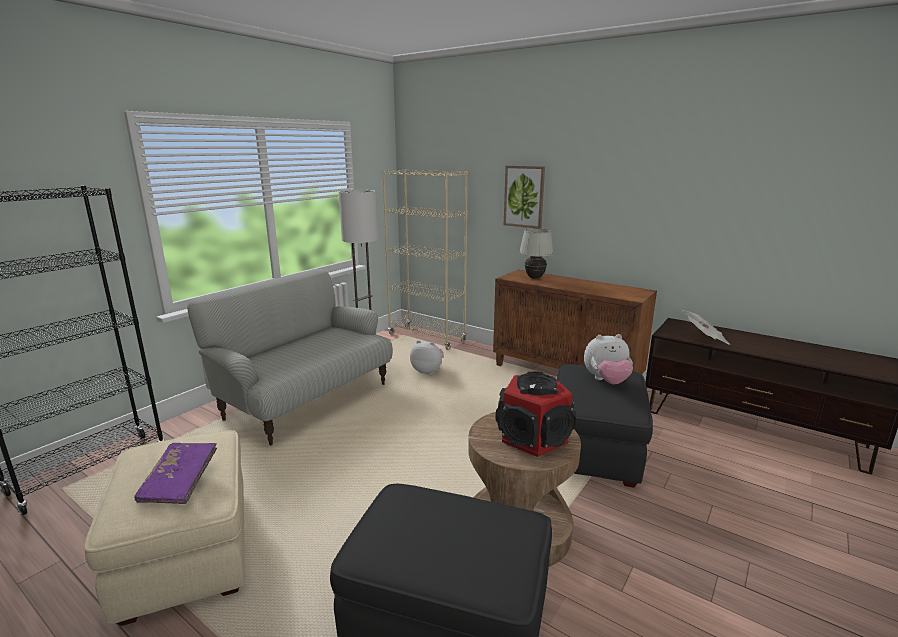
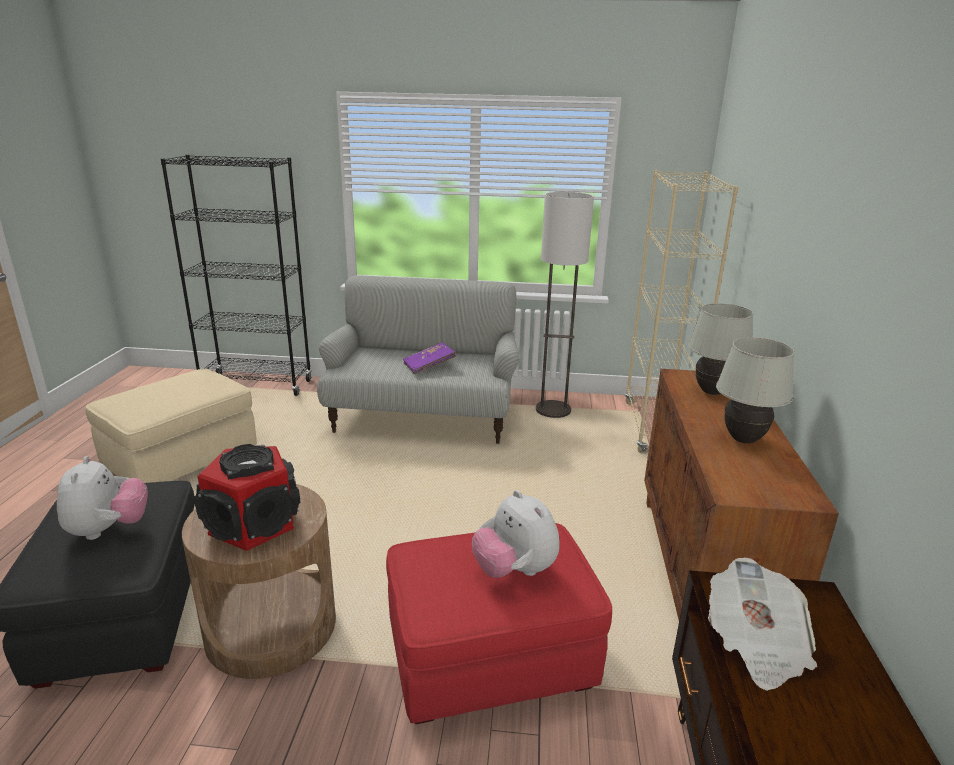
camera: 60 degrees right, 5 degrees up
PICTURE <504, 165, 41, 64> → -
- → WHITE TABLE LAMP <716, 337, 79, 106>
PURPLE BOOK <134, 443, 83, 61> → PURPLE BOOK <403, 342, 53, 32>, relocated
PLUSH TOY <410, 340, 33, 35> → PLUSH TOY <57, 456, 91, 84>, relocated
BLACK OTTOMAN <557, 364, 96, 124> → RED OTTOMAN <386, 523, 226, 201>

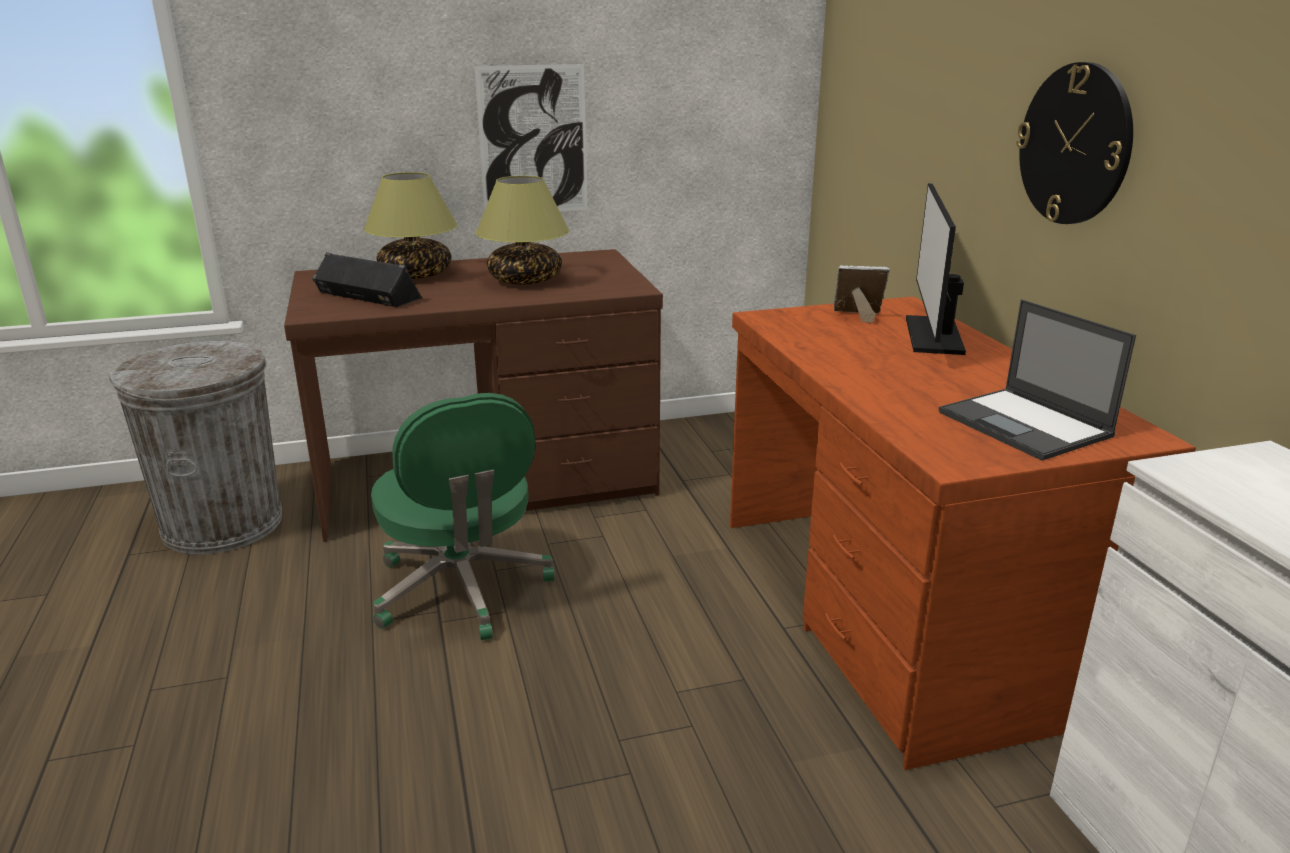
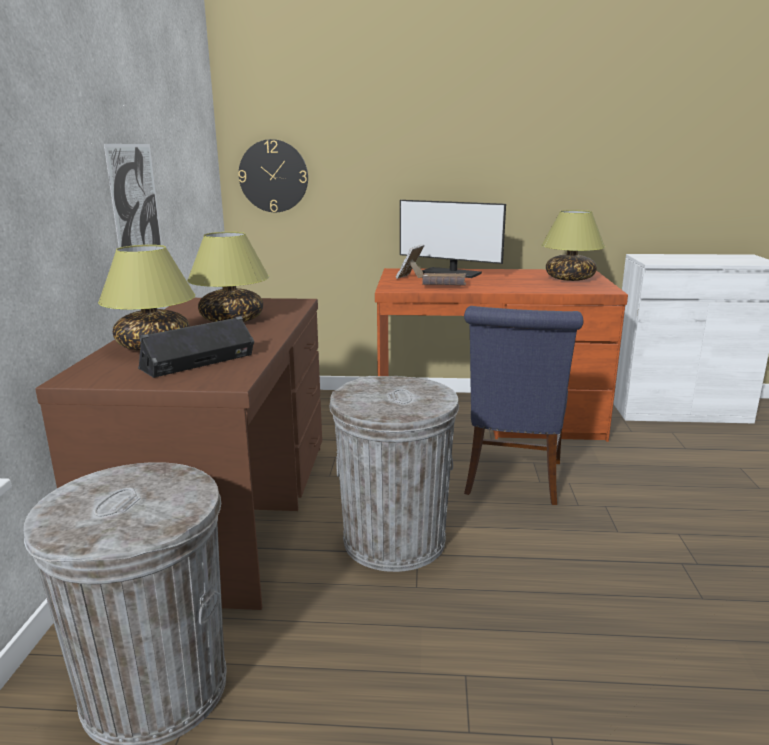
camera: 70 degrees left, 5 degrees down
- → BROWN BOOK <422, 273, 44, 13>
- → BLUE CHAIR <464, 306, 120, 199>
WALL CLOCK <1016, 62, 117, 162> → WALL CLOCK <238, 139, 70, 73>, relocated
GREEN OFFICE CHAIR <371, 393, 184, 247> → GREY TRASH CAN <329, 376, 130, 196>
LAPTOP <939, 299, 197, 162> → TABLE LAMP <542, 210, 63, 71>

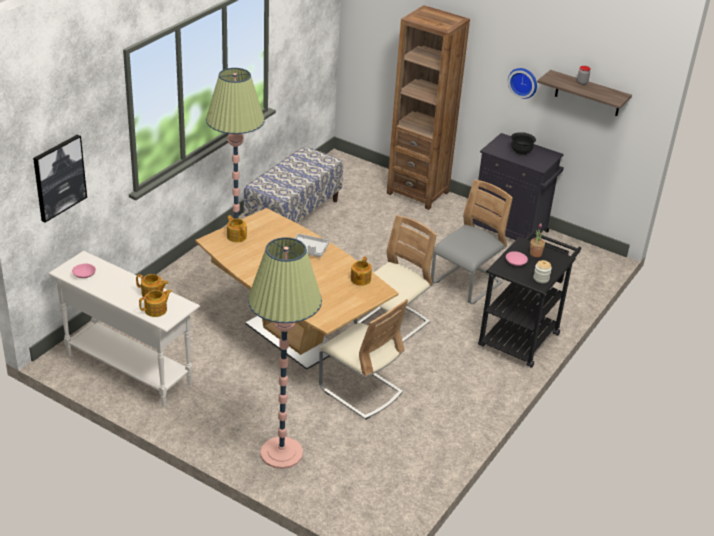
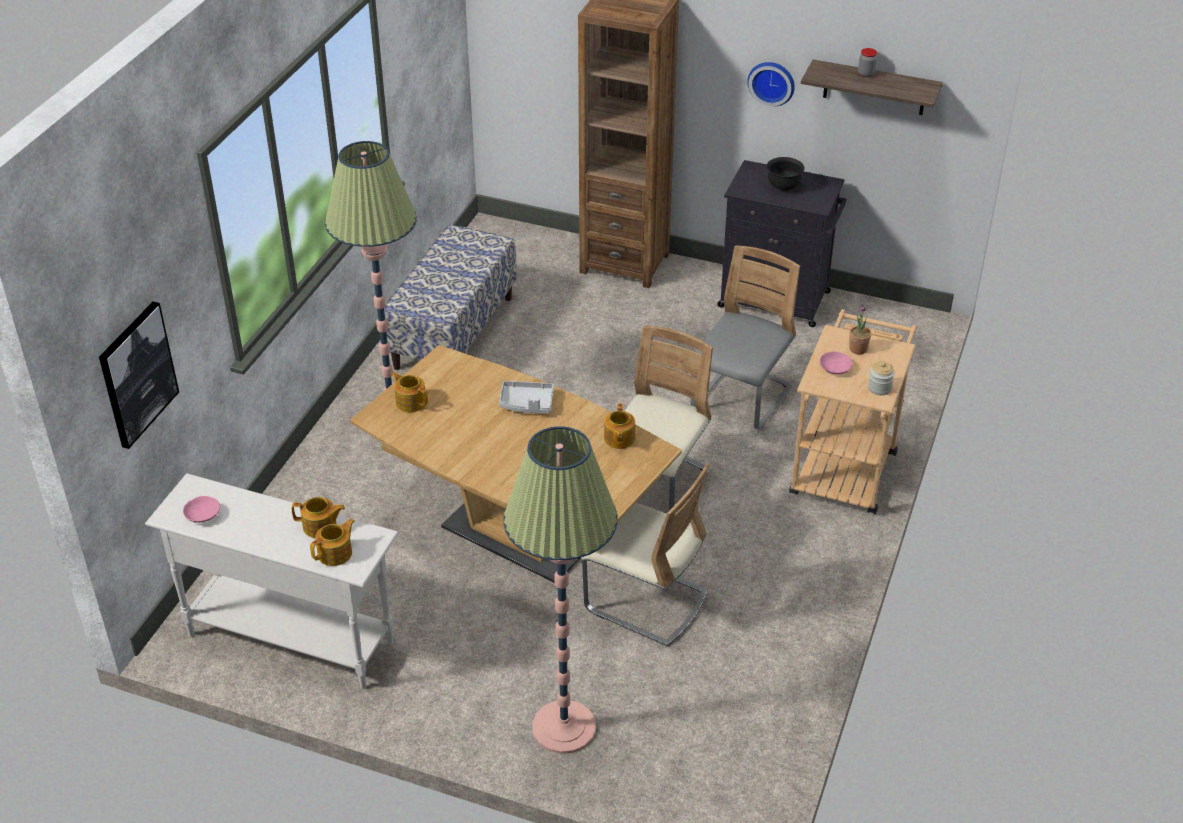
camera: 10 degrees left, 5 degrees up
BLACK CART <478, 230, 103, 138> → BEIGE CART <789, 309, 127, 205>

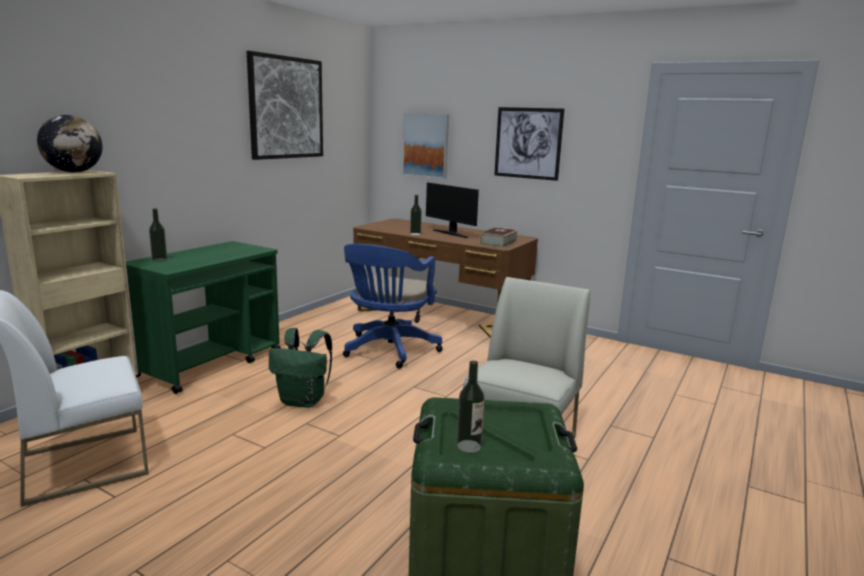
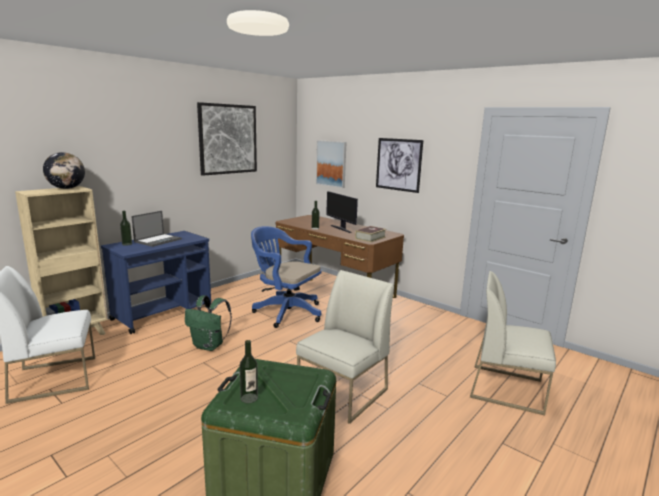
camera: 10 degrees right, 0 degrees up
- → LAPTOP <131, 211, 51, 36>
- → WHITE CHAIR <470, 271, 86, 144>
GREEN CART <126, 241, 155, 153> → BLUE CART <101, 231, 110, 103>
BLUE OFFICE CHAIR <343, 244, 99, 124> → BLUE OFFICE CHAIR <251, 226, 71, 102>, 90 degrees clockwise

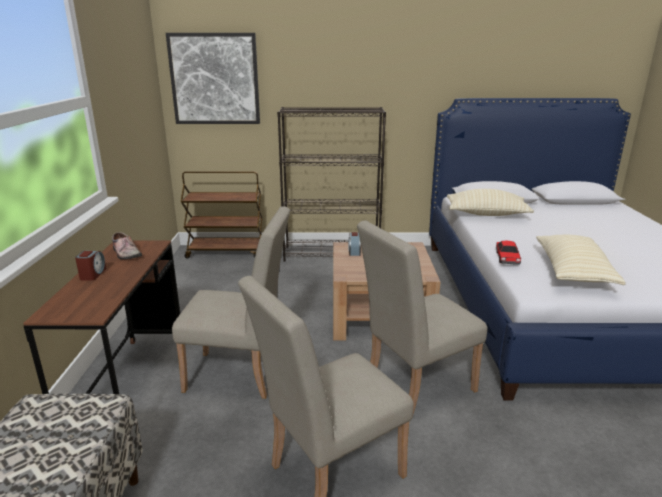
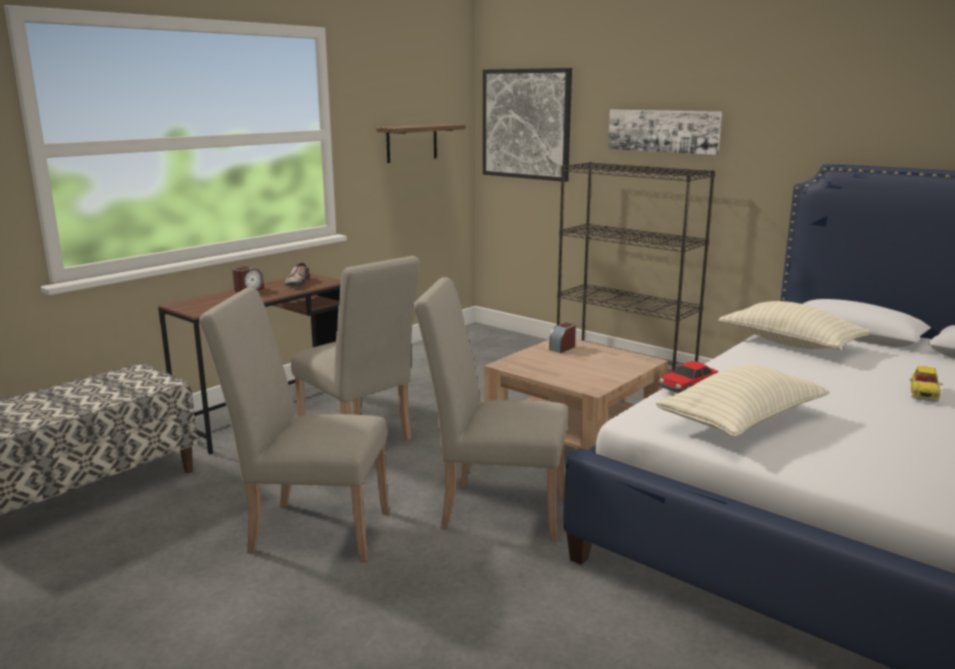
camera: 40 degrees right, 5 degrees down
BROWN CART <181, 171, 81, 88> → -
- → SHELF <377, 124, 89, 39>
- → PICTURE <608, 110, 114, 45>
- → TOY CAR <909, 366, 34, 36>

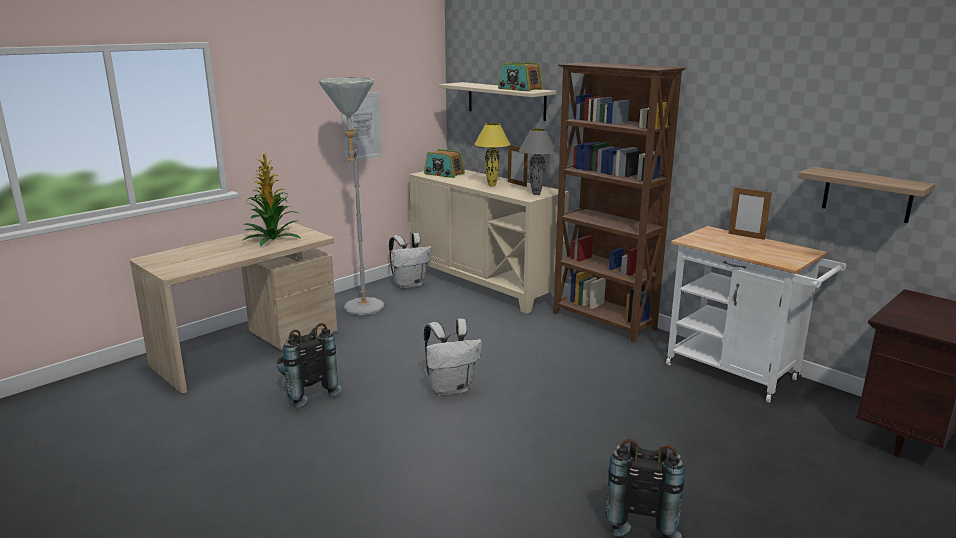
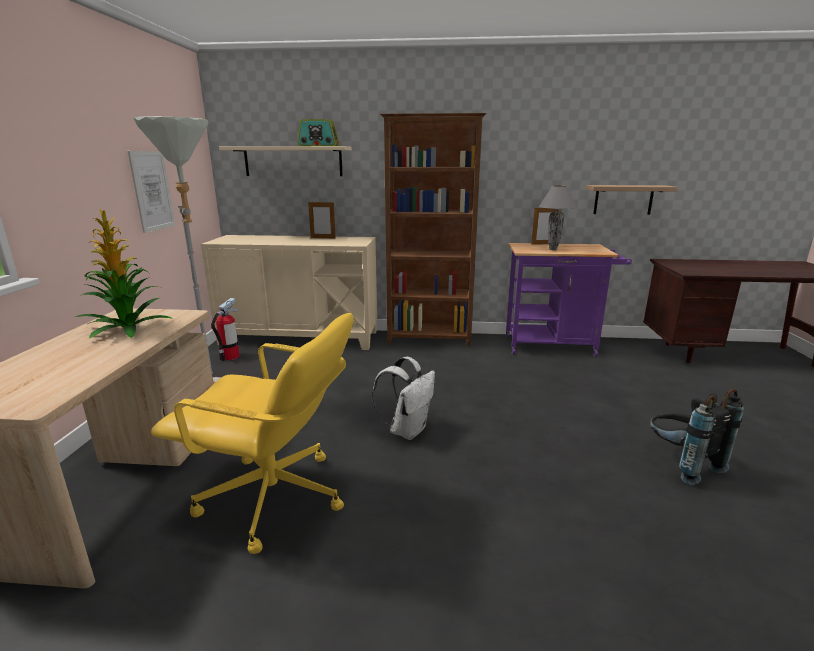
camera: 40 degrees left, 0 degrees up
RADIO <424, 149, 41, 29> → -
YELLOW TABLE LAMP <475, 123, 35, 64> → -
GREY TABLE LAMP <519, 128, 38, 67> → GREY TABLE LAMP <539, 186, 38, 64>, relocated
BLACK BACKPACK <276, 323, 65, 85> → YELLOW OFFICE CHAIR <151, 313, 203, 241>
WHITE BACKPACK <389, 233, 42, 56> → FIRE EXTINGUISHER <211, 298, 28, 63>
WHITE CART <666, 226, 180, 177> → PURPLE CART <506, 243, 126, 114>

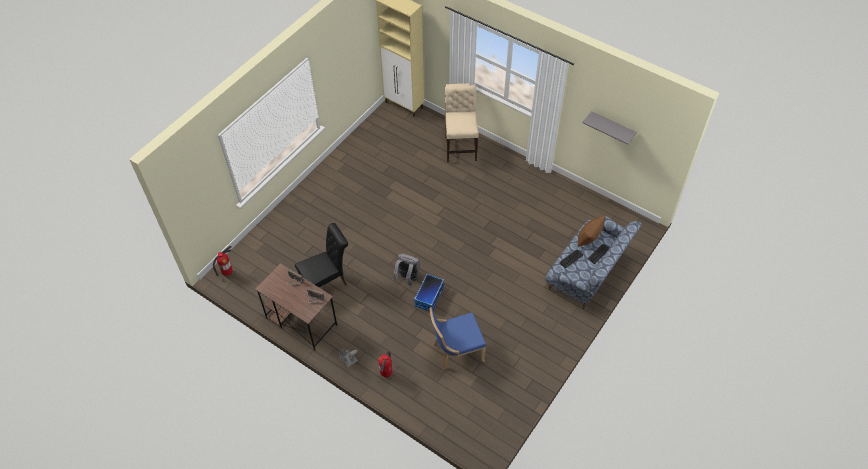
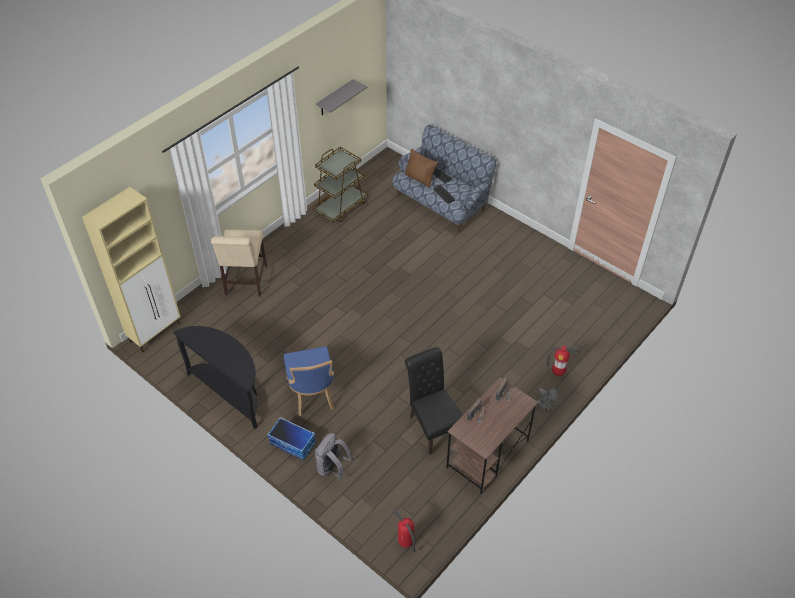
camera: 85 degrees left, 5 degrees down
- → BLACK CONSOLE TABLE <173, 326, 85, 103>
- → BROWN CART <313, 147, 55, 75>
GREY BACKPACK <392, 254, 27, 33> → GREY BACKPACK <315, 433, 39, 46>, relocated
STORAGE BOX <414, 274, 30, 37> → STORAGE BOX <267, 417, 49, 43>, relocated
BLUE CHAIR <429, 307, 57, 63> → BLUE CHAIR <284, 346, 50, 70>, relocated
BEIGE CHAIR <445, 83, 34, 79> → BEIGE CHAIR <211, 229, 56, 68>, 90 degrees counterclockwise

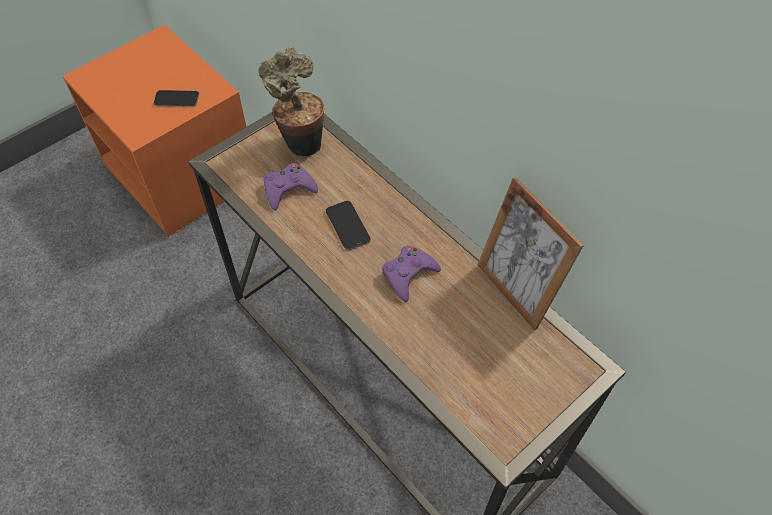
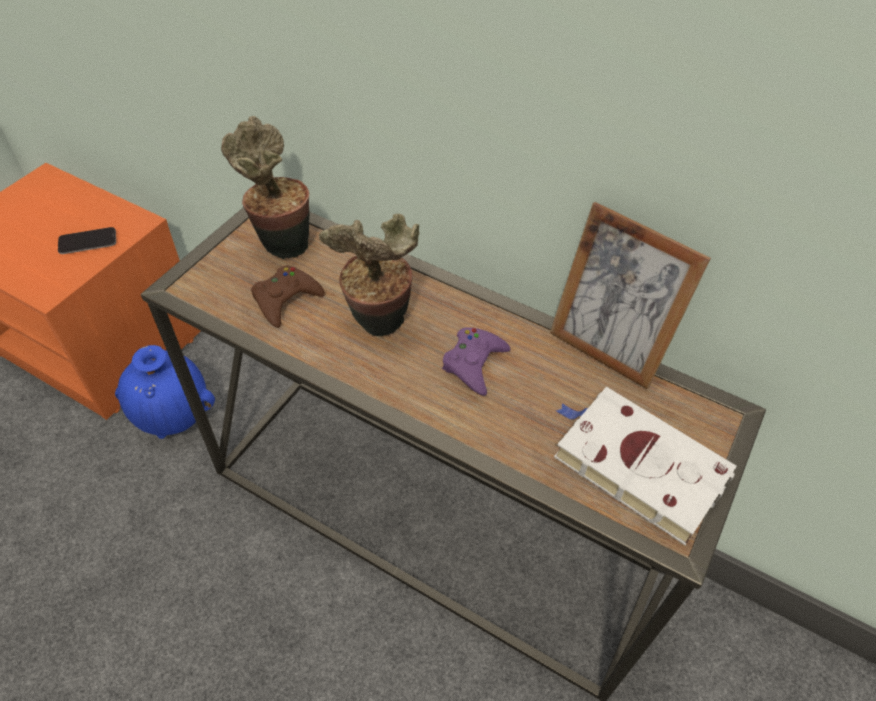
camera: 20 degrees left, 5 degrees down
- → BLUE VASE <115, 345, 100, 94>
- → WHITE BOOK <554, 387, 183, 158>
PHONE <326, 201, 45, 49> → POTTED PLANT <319, 214, 100, 122>
PURPLE GAME CONTROLLER <263, 163, 55, 48> → BROWN GAME CONTROLLER <251, 265, 74, 63>

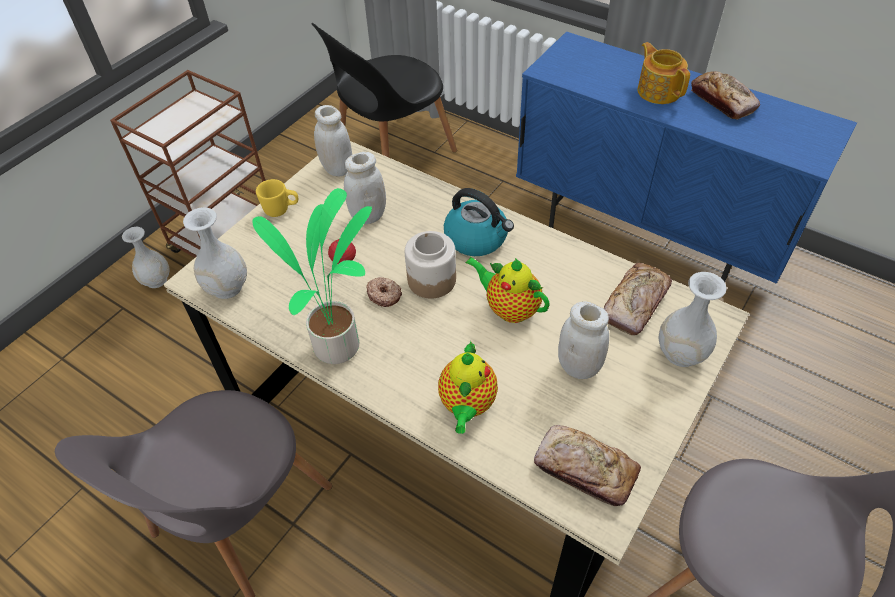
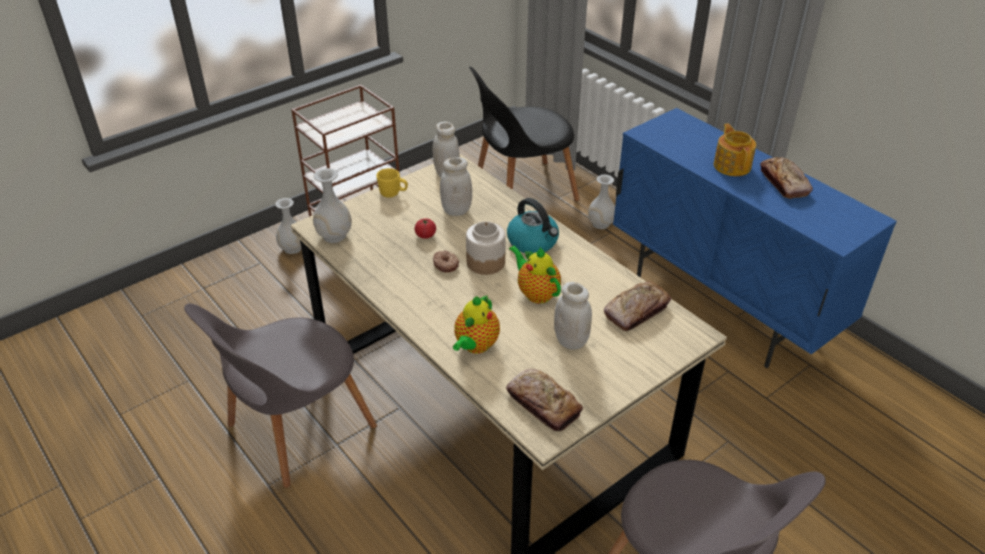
camera: 15 degrees right, 10 degrees down
POTTED PLANT <253, 188, 119, 176> → -
WHITE VASE <659, 272, 68, 95> → WHITE VASE <588, 175, 27, 54>, relocated

